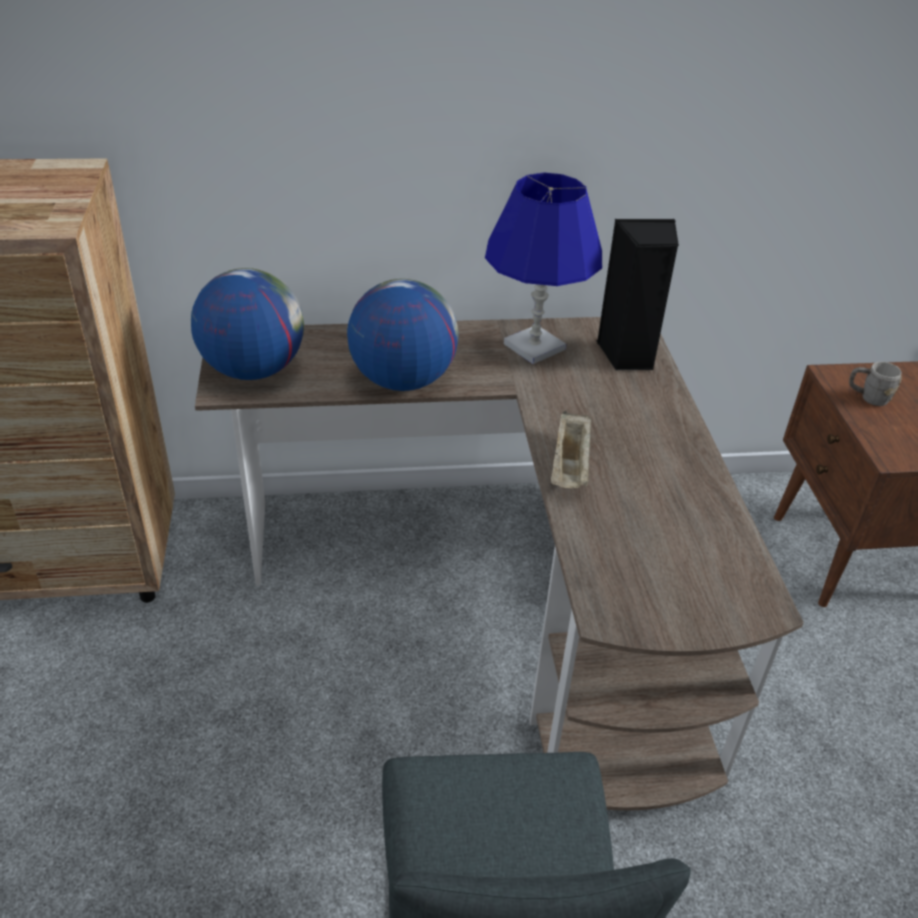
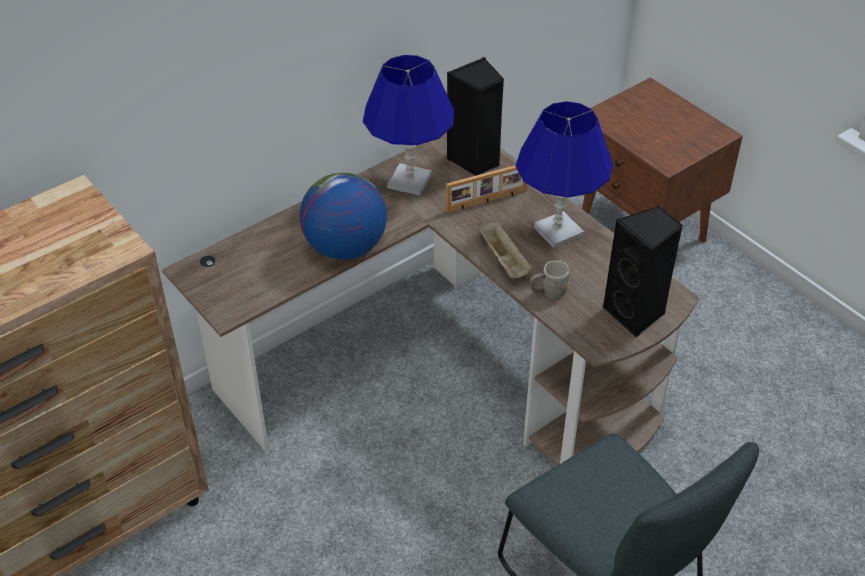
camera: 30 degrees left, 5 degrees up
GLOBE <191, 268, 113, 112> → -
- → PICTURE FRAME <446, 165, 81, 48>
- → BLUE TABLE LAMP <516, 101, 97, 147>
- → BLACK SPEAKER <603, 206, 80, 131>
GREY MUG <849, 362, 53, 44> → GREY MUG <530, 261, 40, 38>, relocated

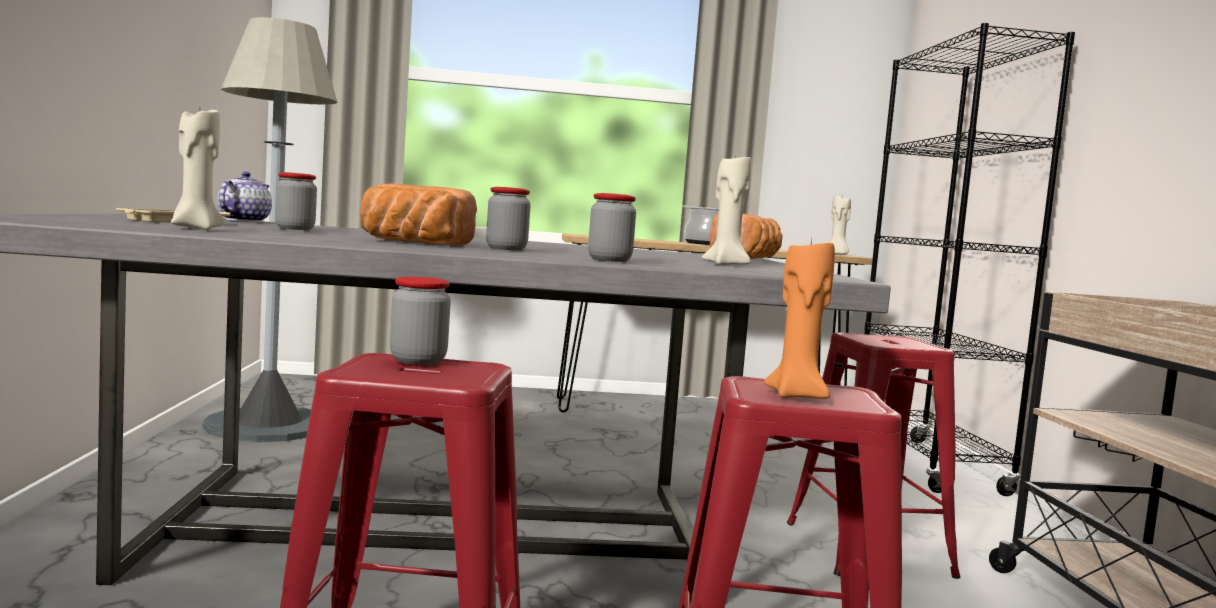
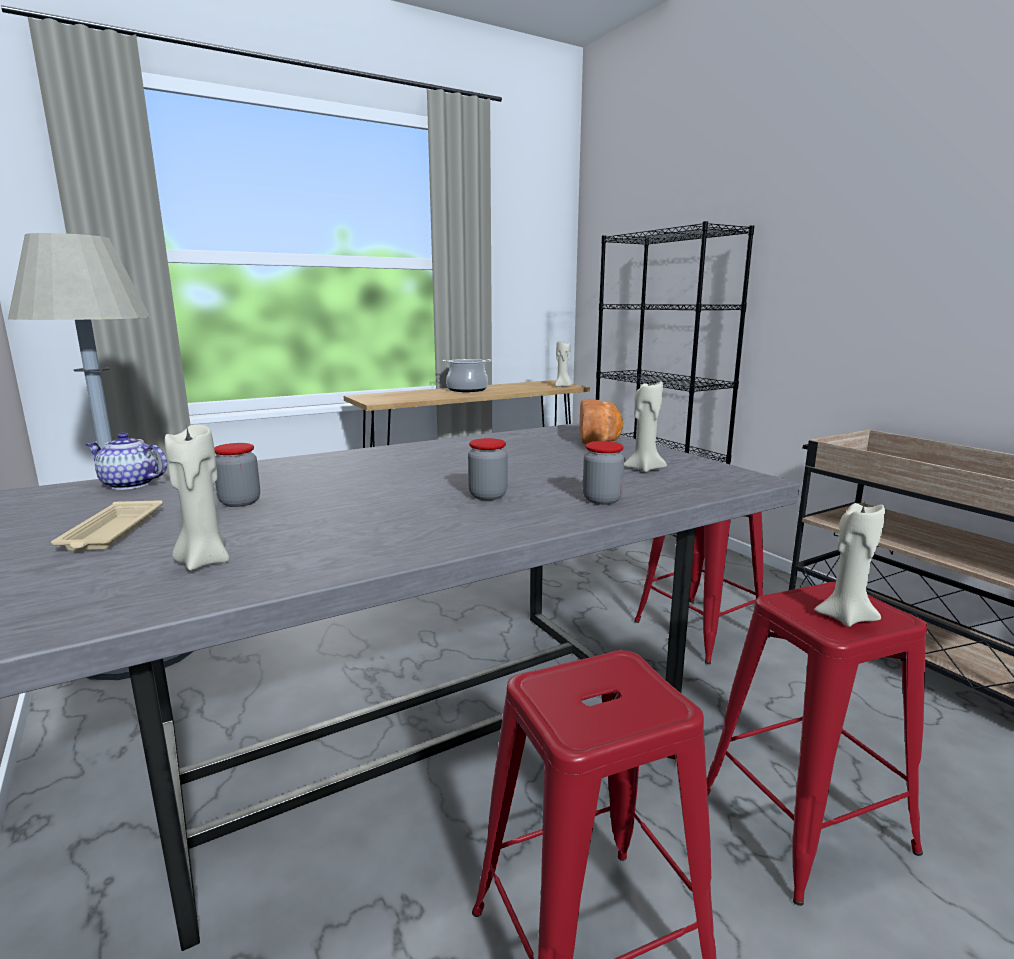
camera: 25 degrees left, 10 degrees up
BREAD <360, 184, 117, 61> → -
JAR <390, 277, 61, 88> → -
ORANGE CANDLE <764, 238, 71, 161> → BEIGE CANDLE <814, 500, 71, 127>
TEAPOT <218, 172, 54, 50> → TEAPOT <86, 432, 81, 58>, 60 degrees counterclockwise

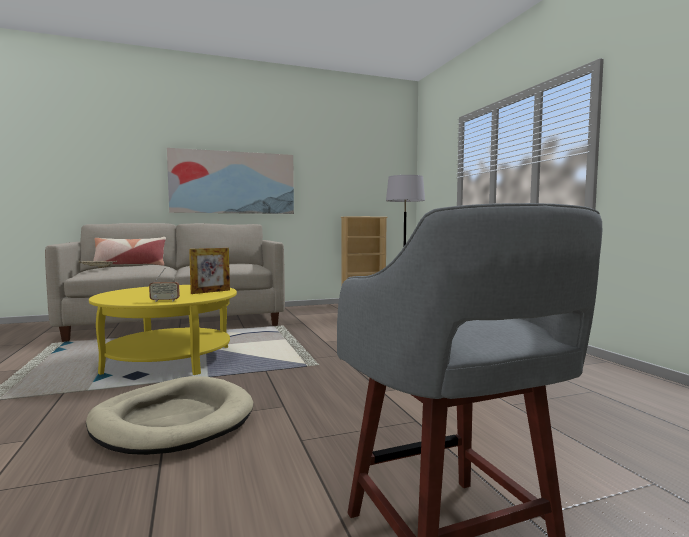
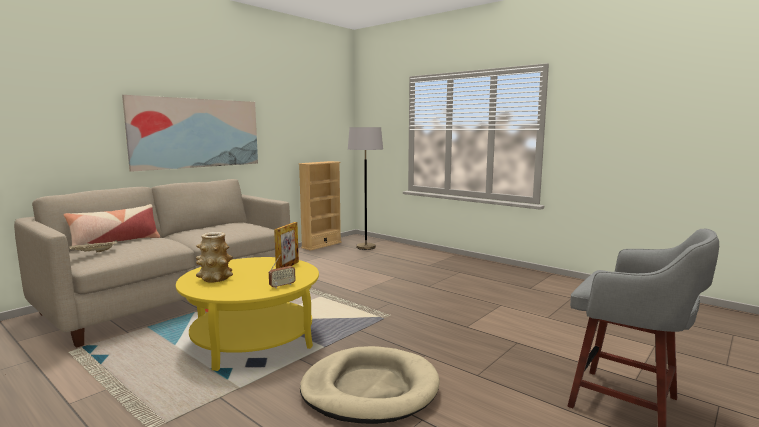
camera: 30 degrees left, 5 degrees up
- → VASE <196, 232, 37, 51>

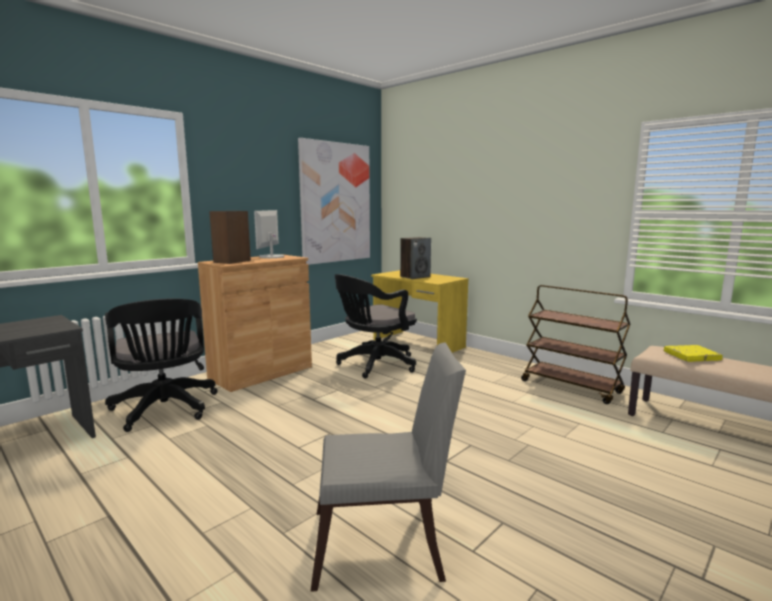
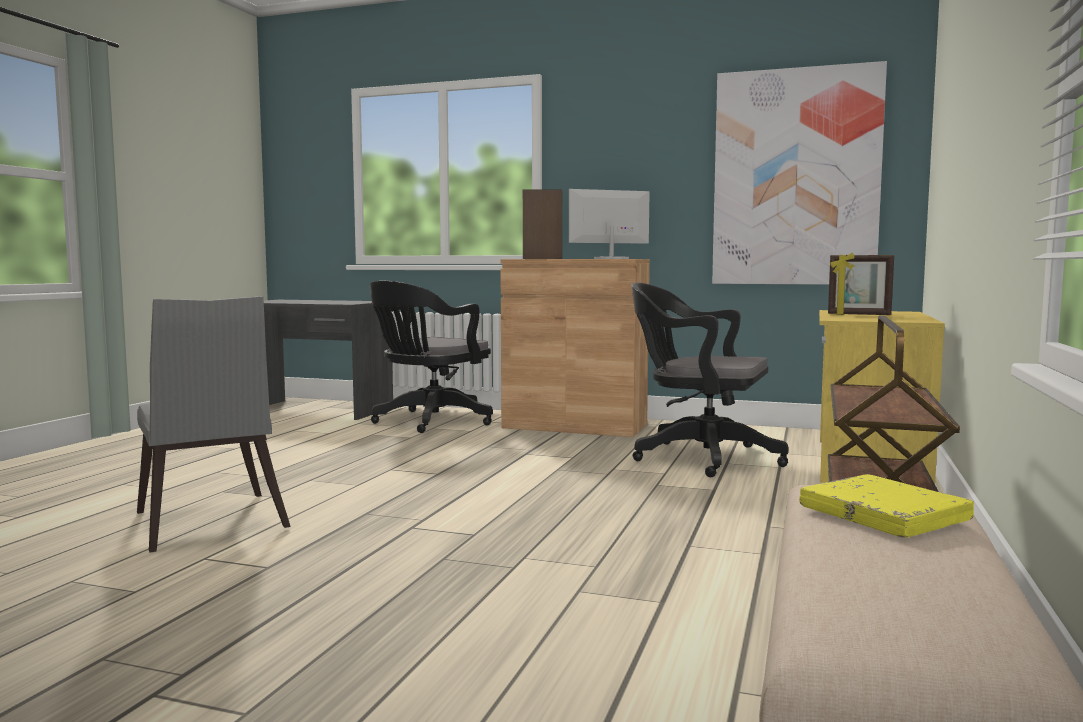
camera: 65 degrees right, 5 degrees down
SPEAKER <400, 237, 31, 42> → PICTURE FRAME <828, 253, 66, 62>

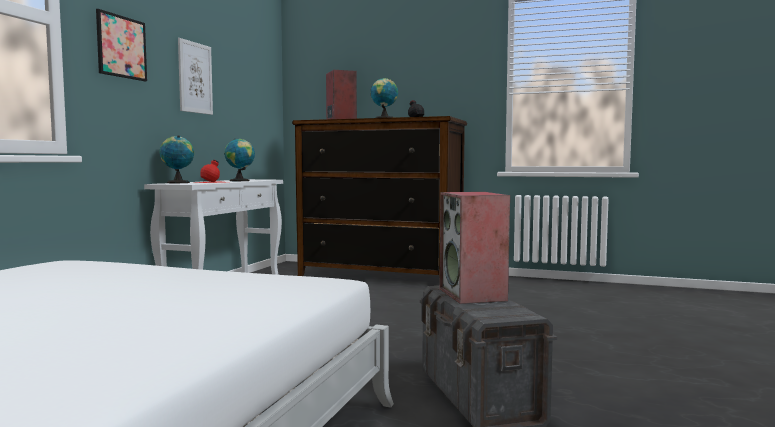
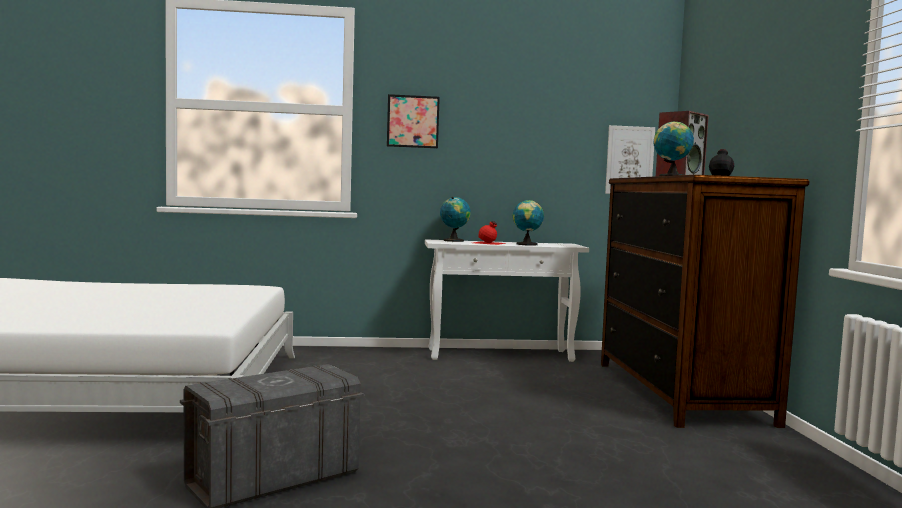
camera: 65 degrees right, 0 degrees up
SPEAKER <439, 192, 71, 112> → -
PICTURE <178, 38, 35, 77> → PICTURE <605, 125, 50, 69>, relocated

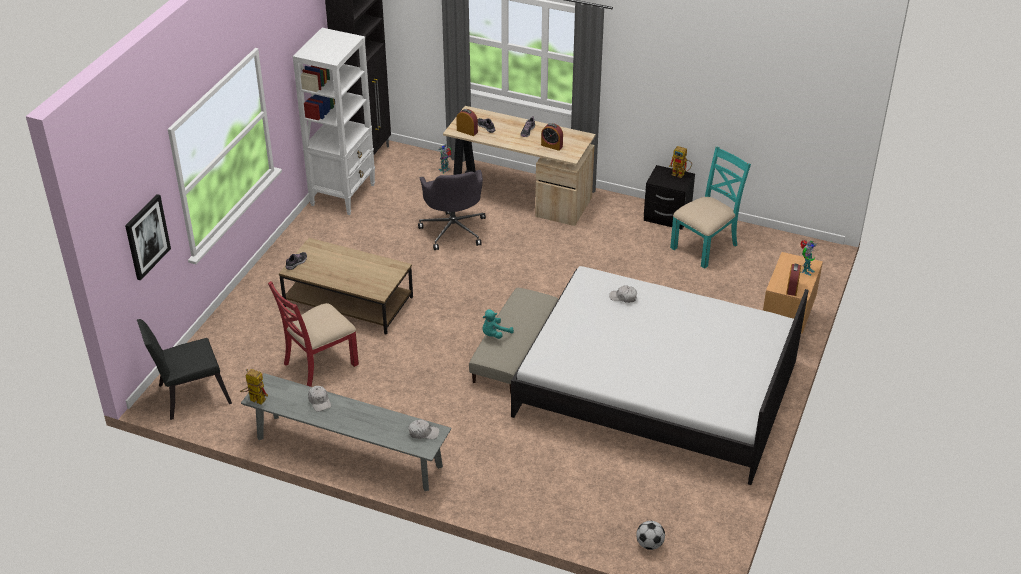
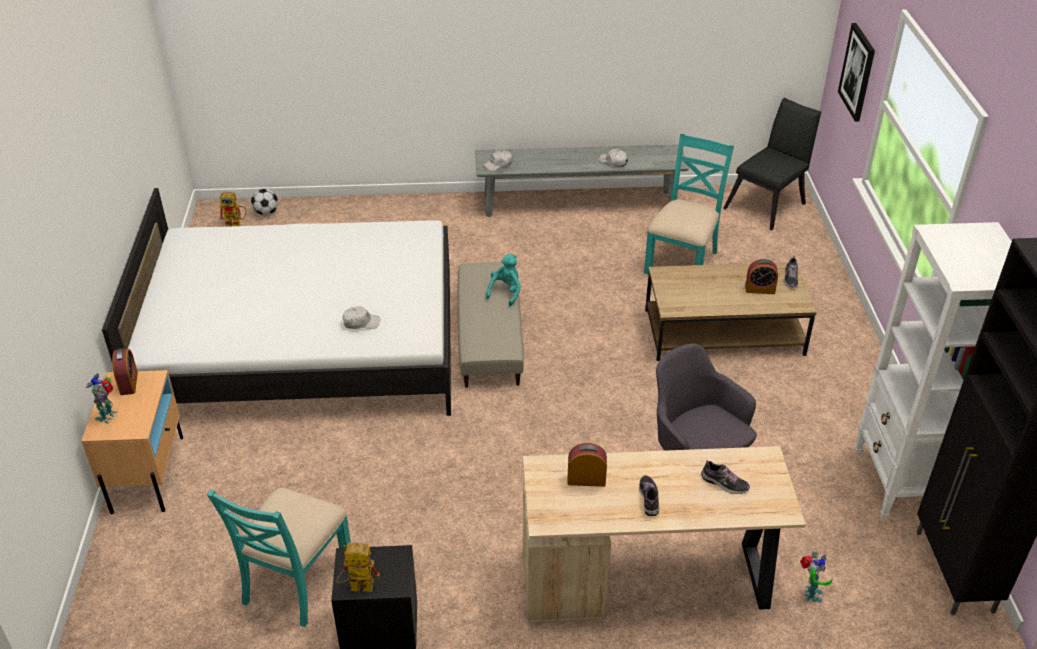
camera: 155 degrees right, 0 degrees up
TOY ROBOT <240, 369, 28, 36> → TOY ROBOT <219, 192, 28, 35>, relocated
ALARM CLOCK <456, 109, 22, 27> → ALARM CLOCK <745, 259, 33, 35>, relocated
RED CHAIR <268, 281, 91, 106> → TURQUOISE CHAIR <644, 134, 90, 141>

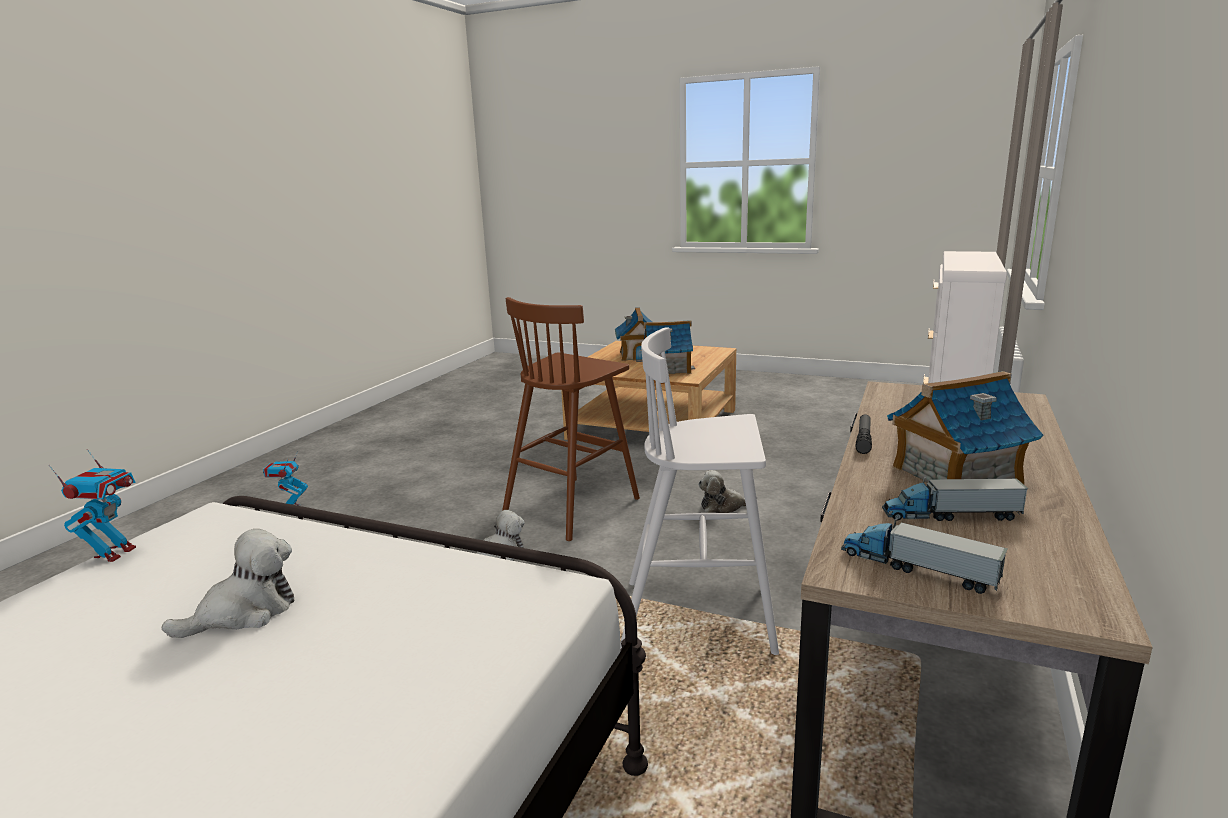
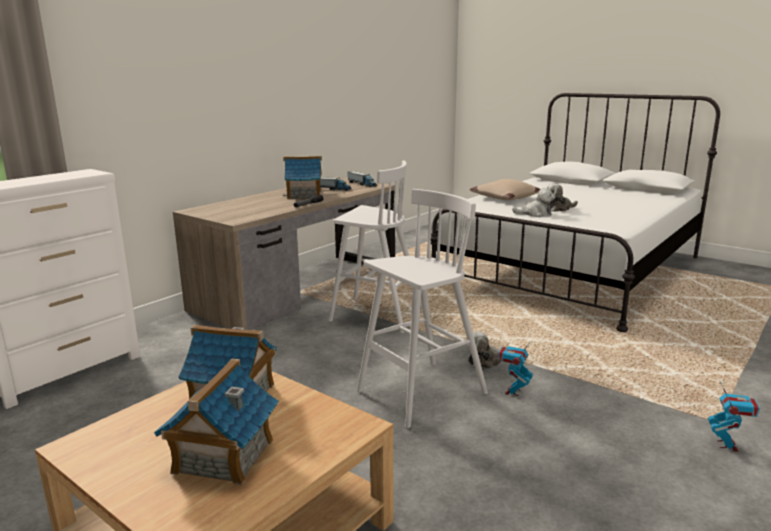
camera: 165 degrees left, 0 degrees up
- → BEIGE PILLOW <470, 179, 70, 21>
TOY ROBOT <49, 449, 87, 113> → TOY ROBOT <497, 341, 36, 55>, relocated
PLUSH TOY <698, 470, 48, 43> → PLUSH TOY <512, 188, 43, 29>, relocated
BROWN STOOL <502, 297, 138, 244> → WHITE STOOL <357, 189, 131, 239>

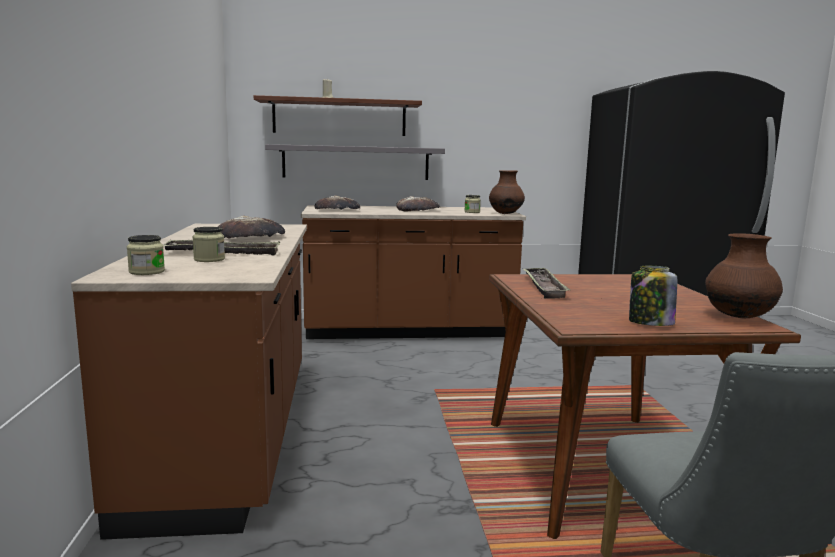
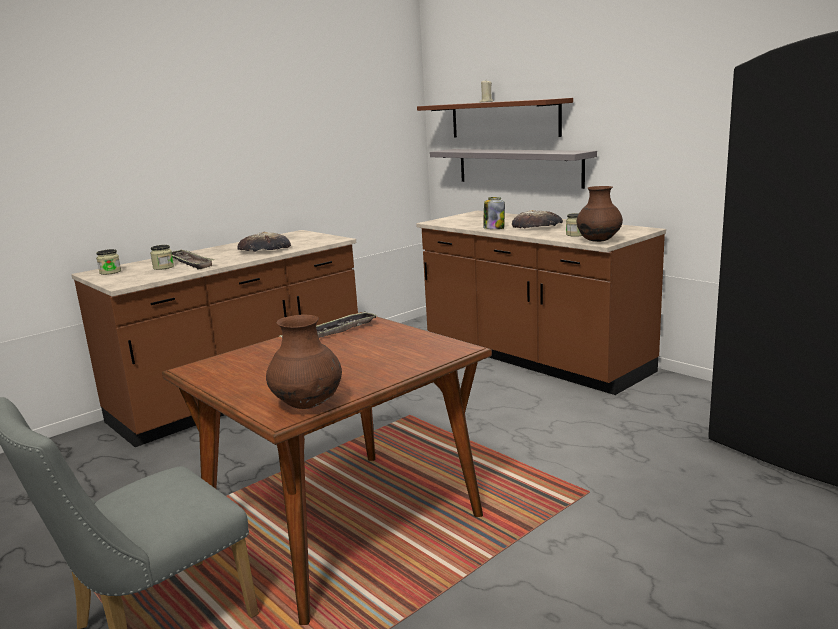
camera: 55 degrees right, 5 degrees up
BREAD <314, 196, 46, 14> → -
JAR <629, 266, 48, 60> → JAR <483, 197, 22, 32>, relocated

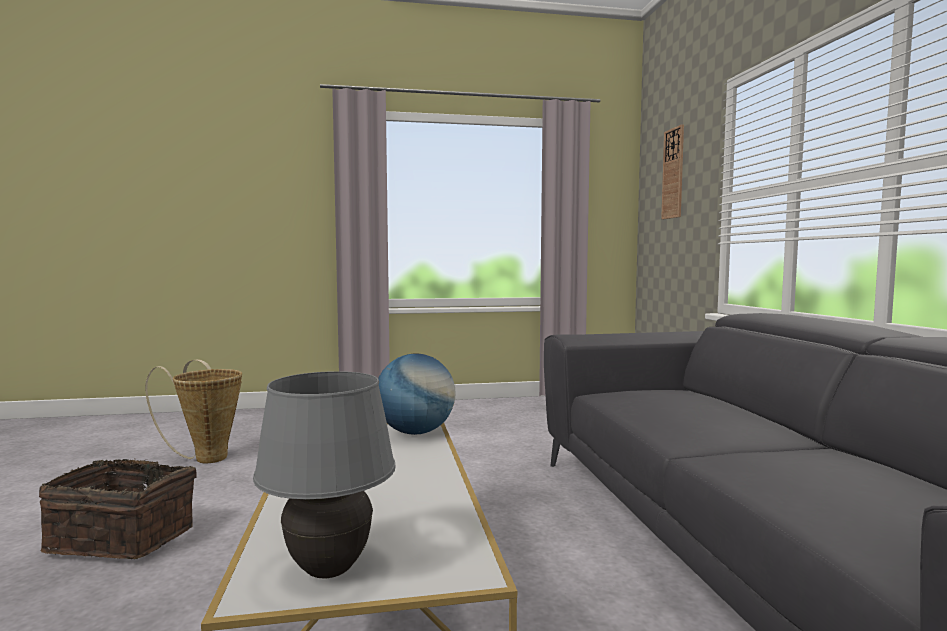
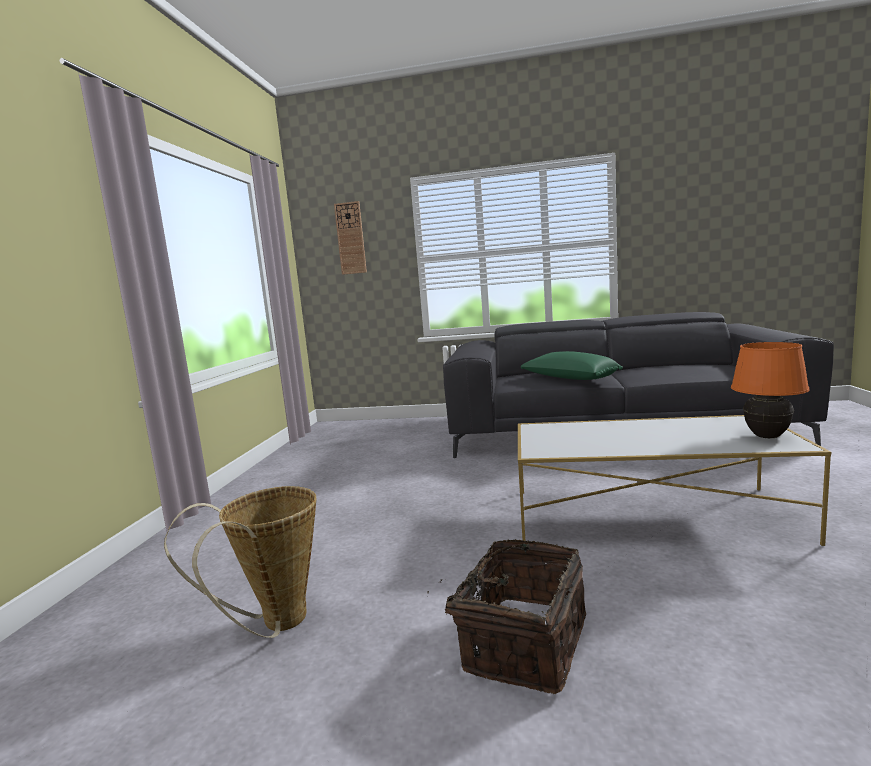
camera: 70 degrees left, 5 degrees up
GLOBE <378, 353, 78, 82> → -
- → GREEN PILLOW <520, 351, 103, 29>
GREY TABLE LAMP <253, 371, 142, 208> → ORANGE TABLE LAMP <731, 342, 78, 96>

